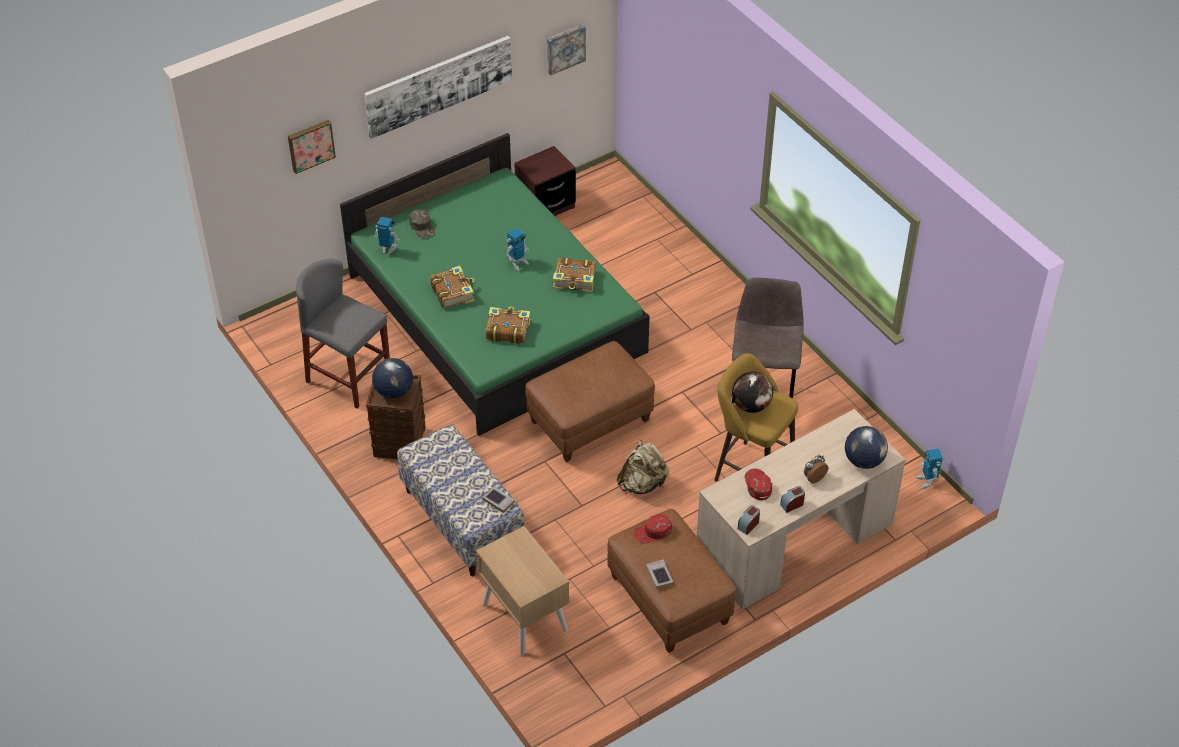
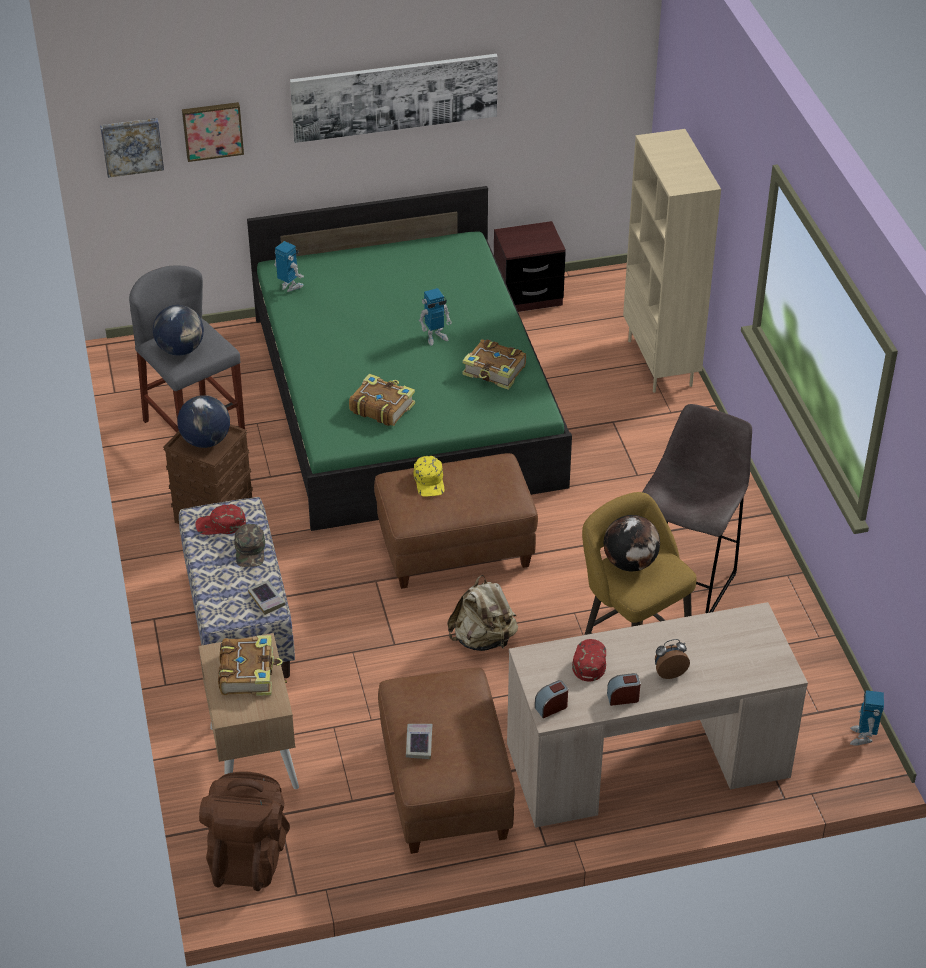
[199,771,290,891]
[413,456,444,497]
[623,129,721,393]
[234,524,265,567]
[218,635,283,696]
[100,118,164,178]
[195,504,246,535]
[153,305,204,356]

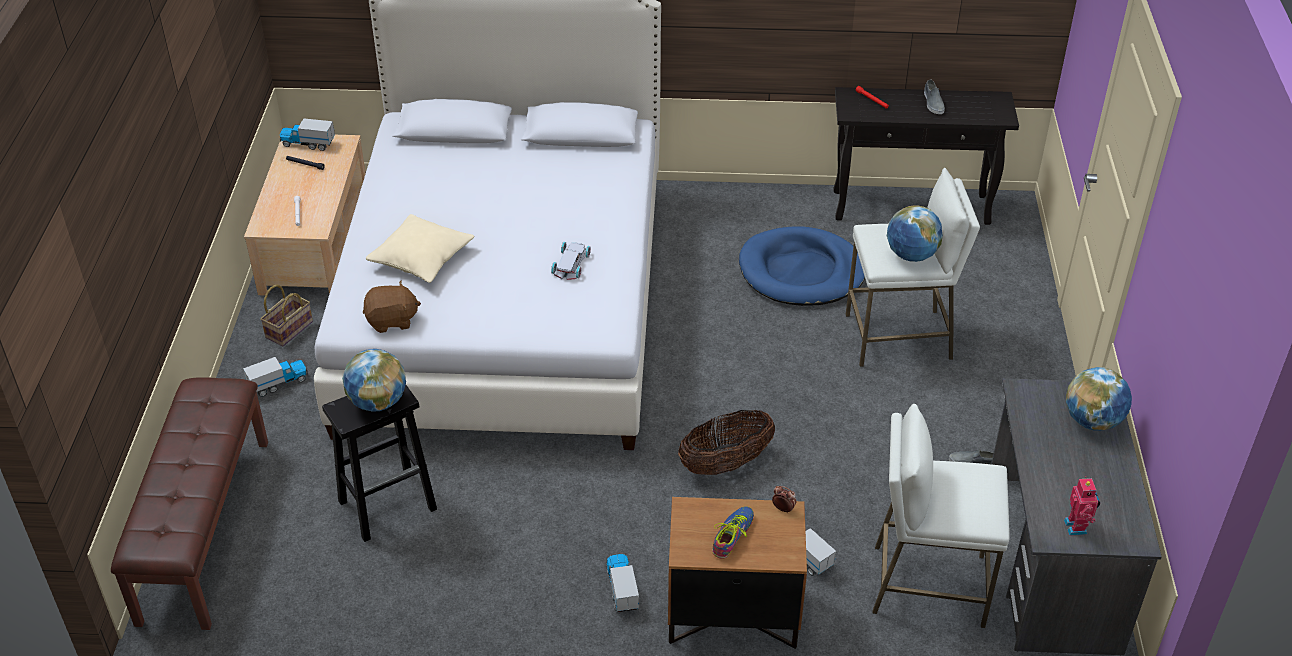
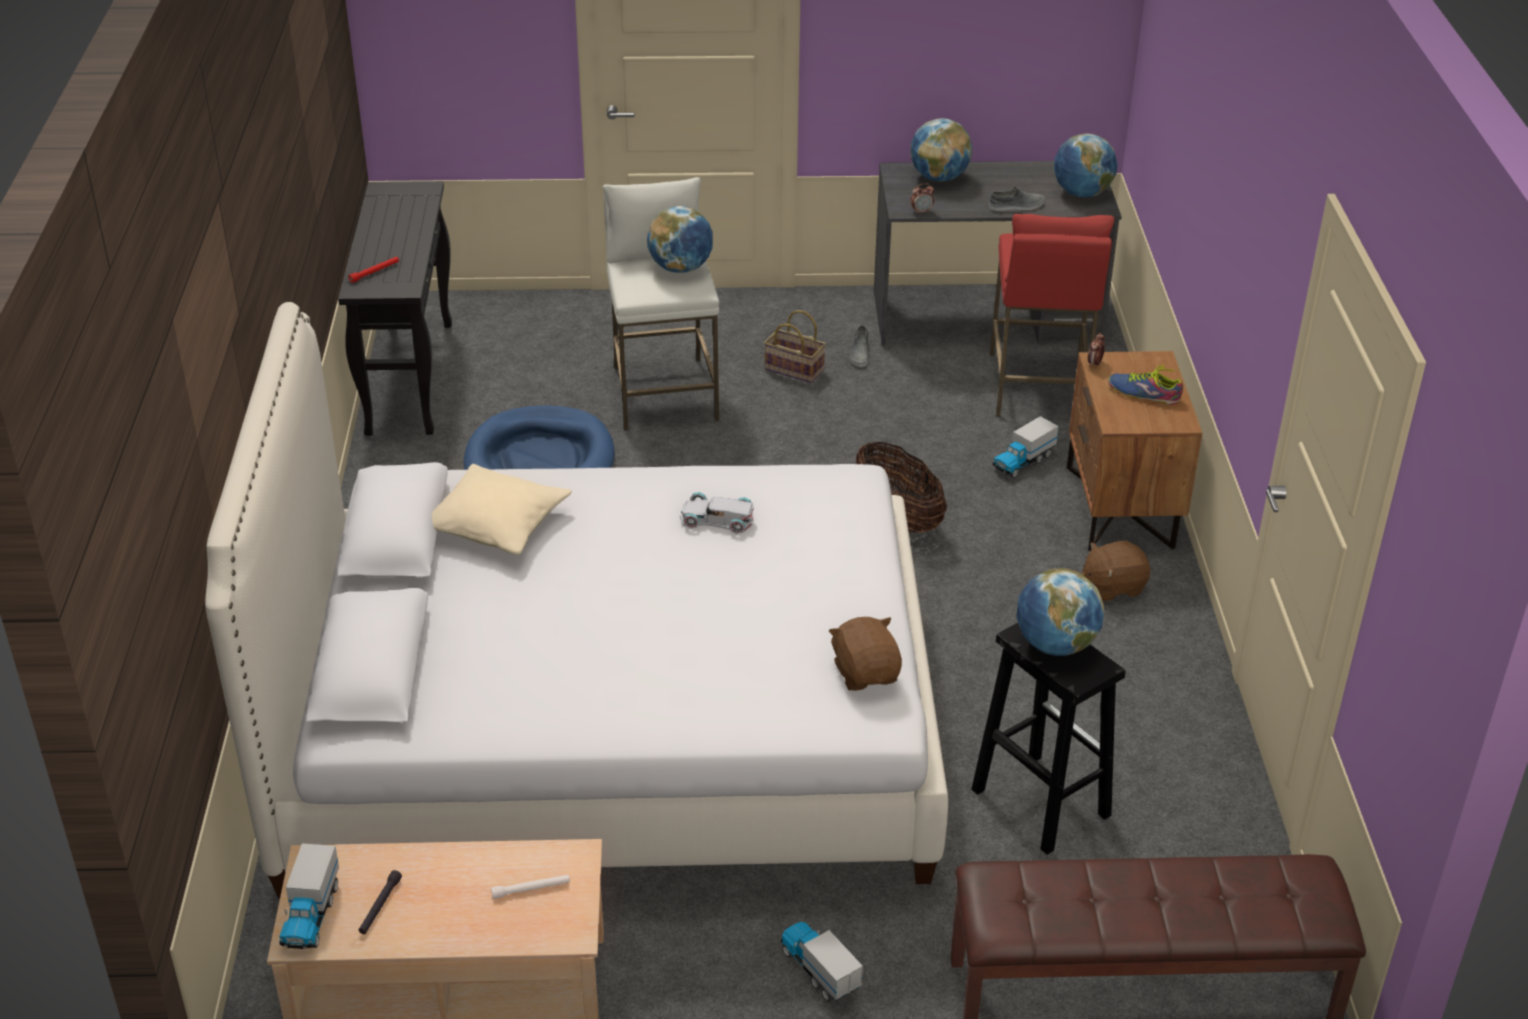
[910,183,934,214]
[764,310,826,383]
[432,464,572,555]
[989,187,1045,211]
[1082,540,1151,601]
[1054,133,1118,197]
[990,214,1114,416]

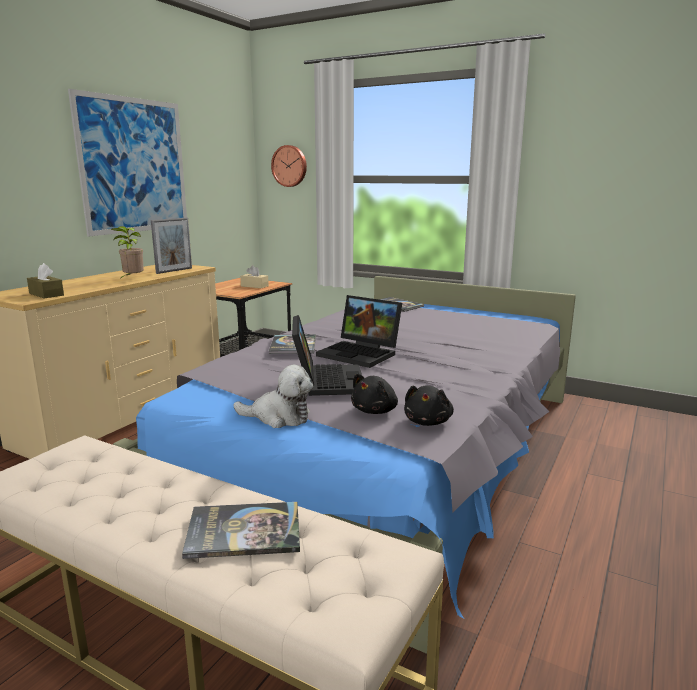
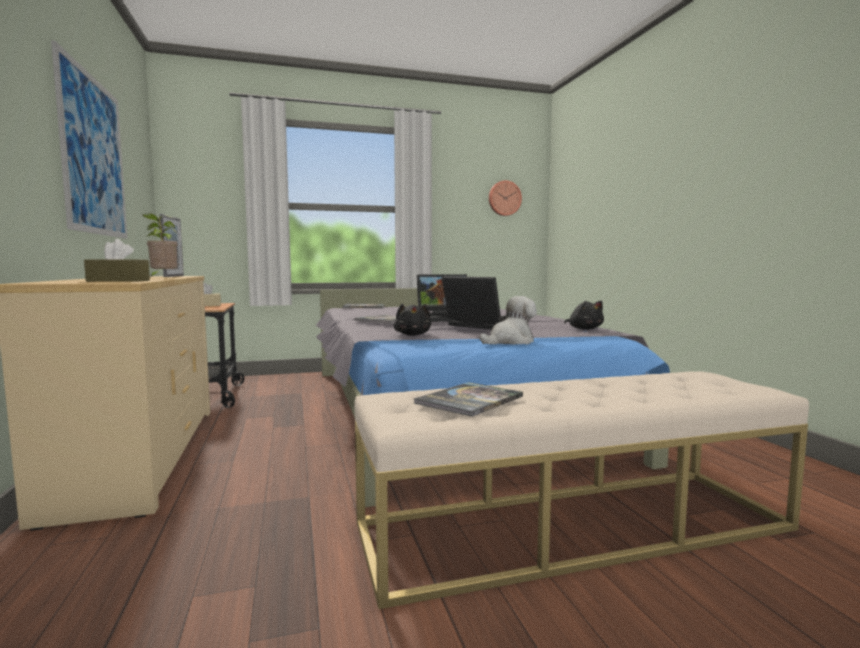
[414,382,523,417]
[489,180,522,216]
[394,303,431,336]

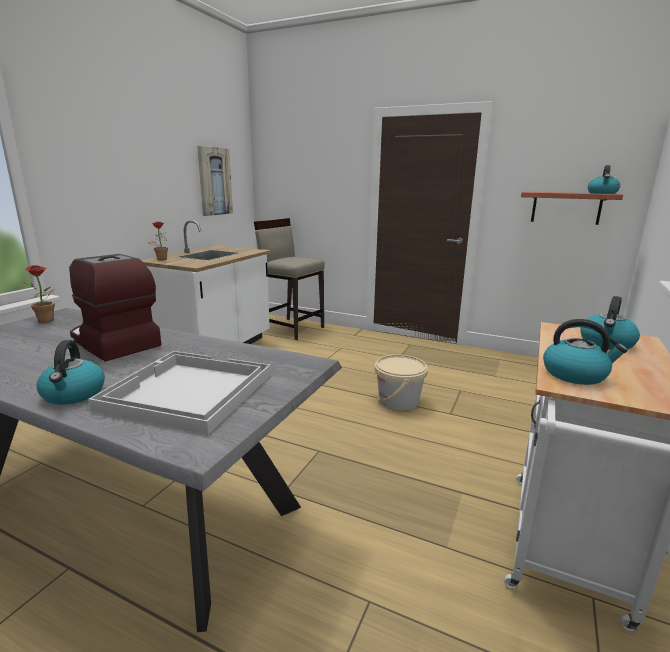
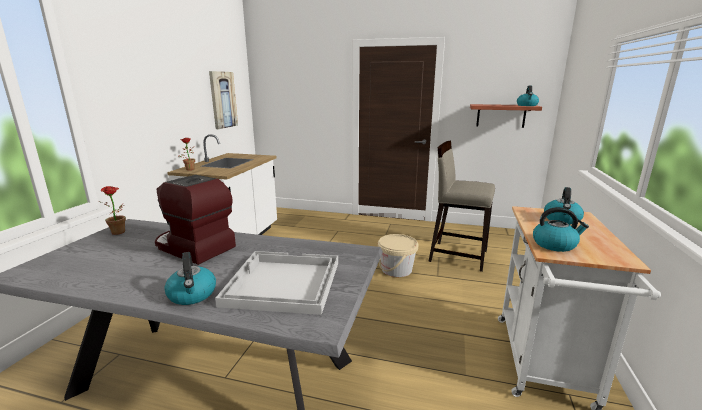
[428,141,495,272]

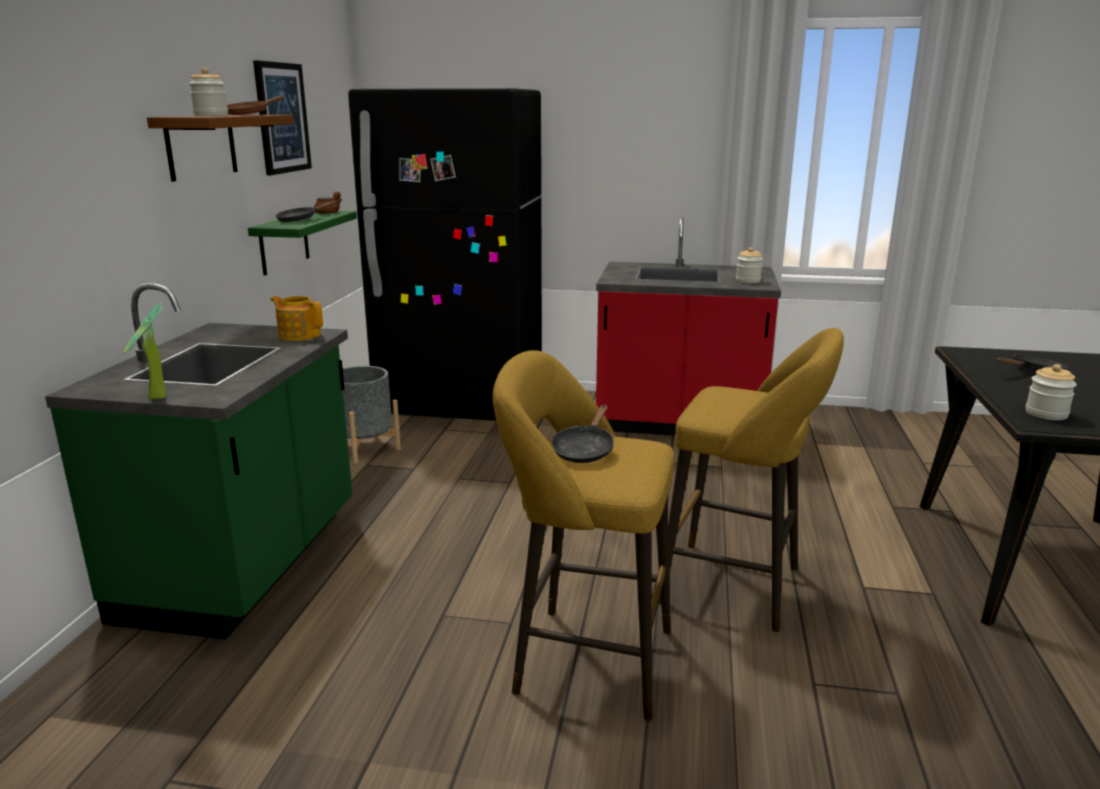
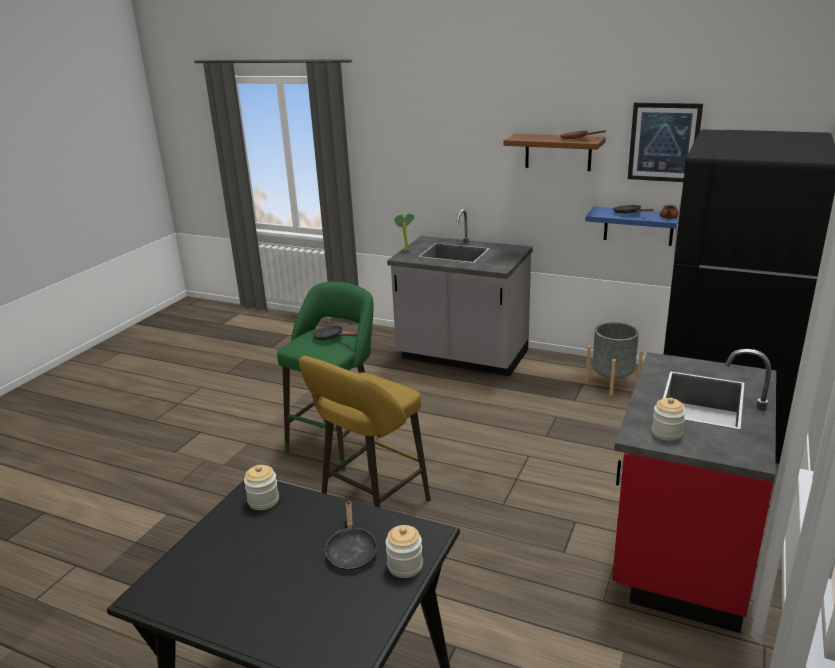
[271,296,323,341] (first image)
[386,525,423,578]
[387,209,533,376]
[585,207,679,246]
[277,282,380,471]

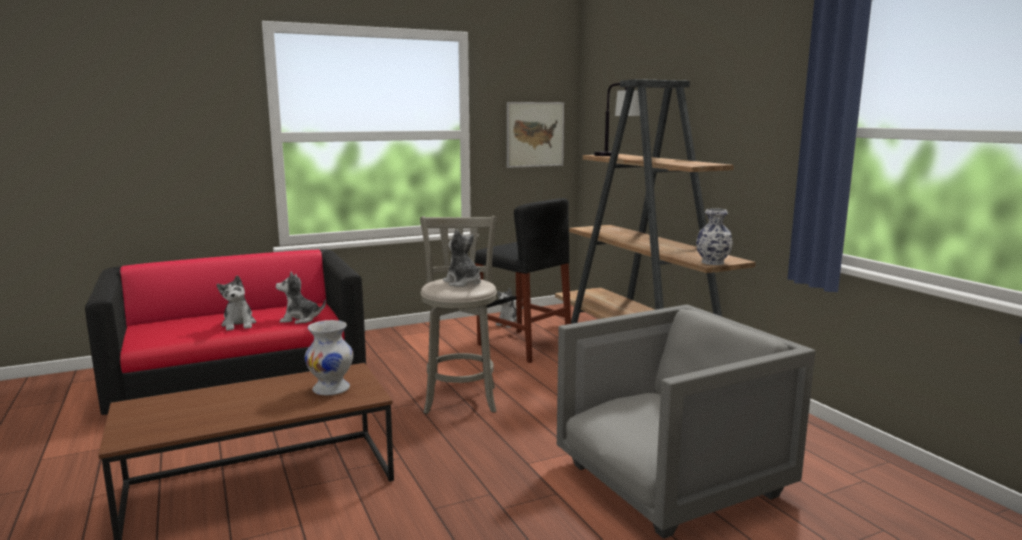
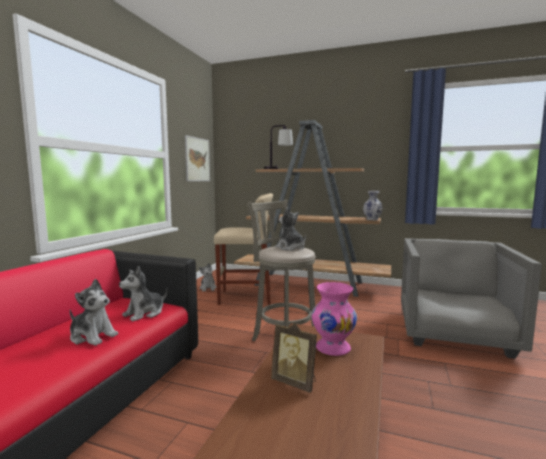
[271,323,317,393]
[312,282,357,356]
[214,193,273,305]
[275,208,306,251]

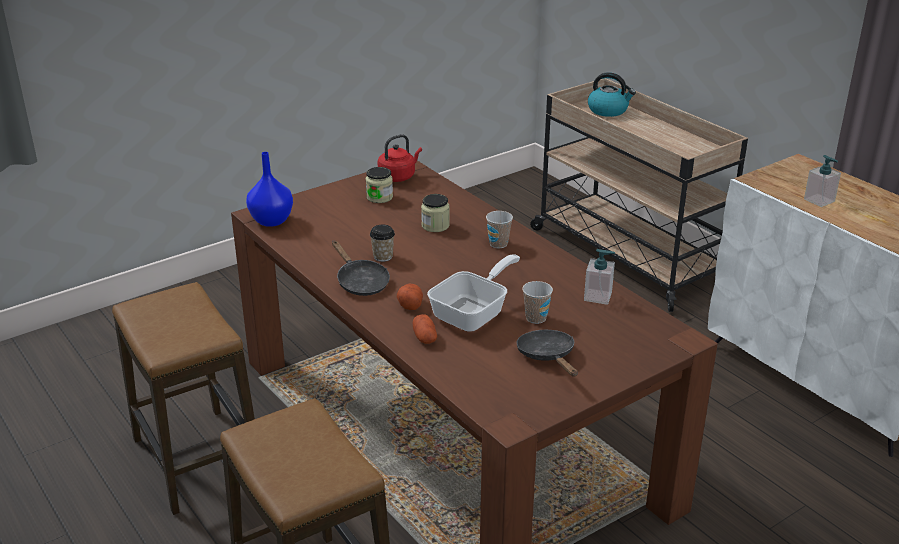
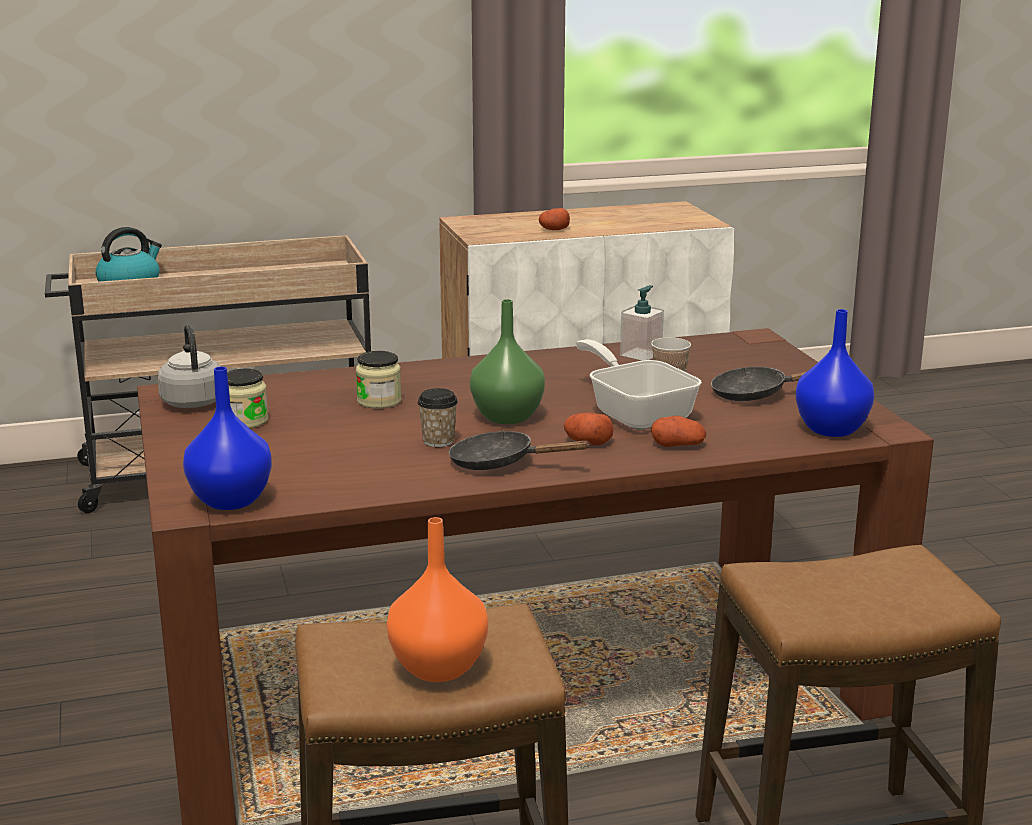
[486,211,513,248] (first image)
[387,517,488,682]
[470,299,545,424]
[796,309,874,437]
[539,208,570,230]
[157,324,221,408]
[449,431,591,470]

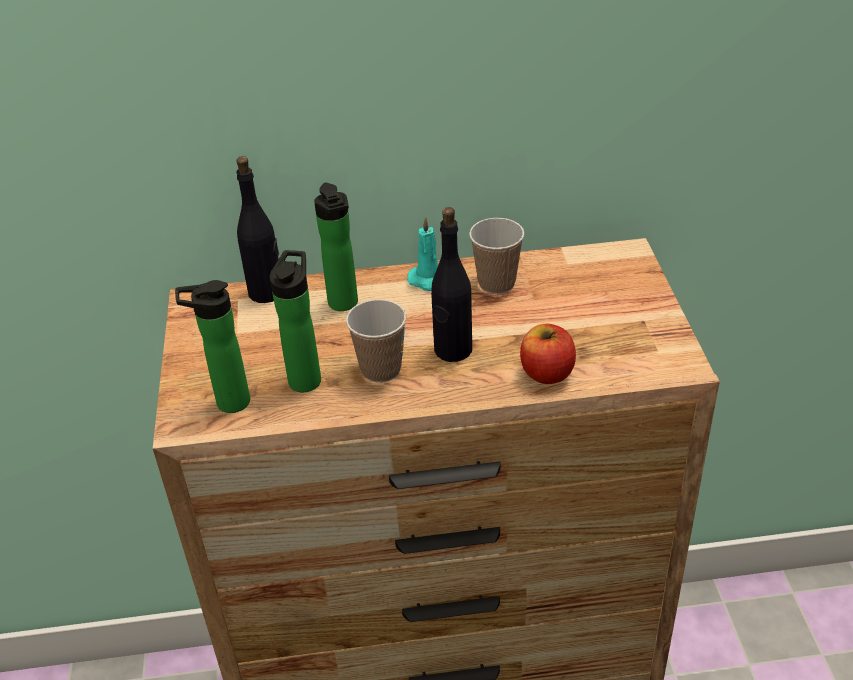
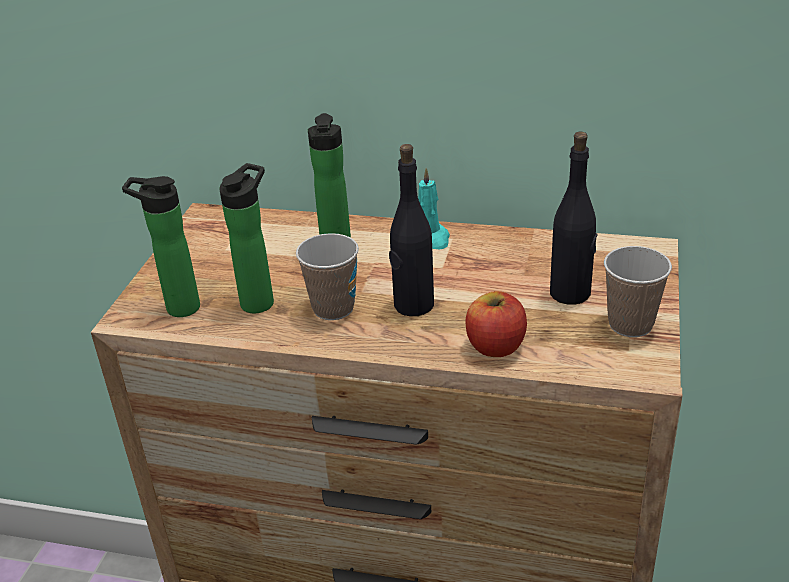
[550,132,597,305]
[604,246,672,337]

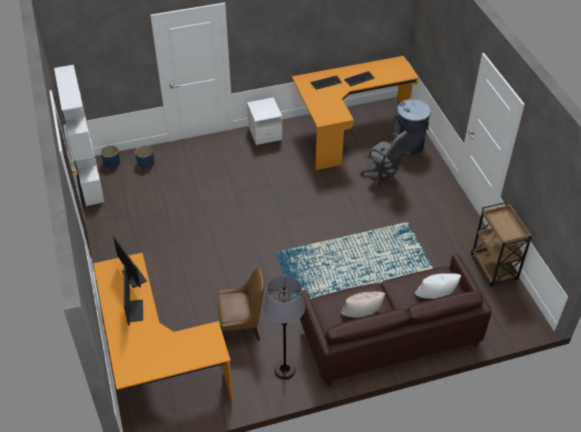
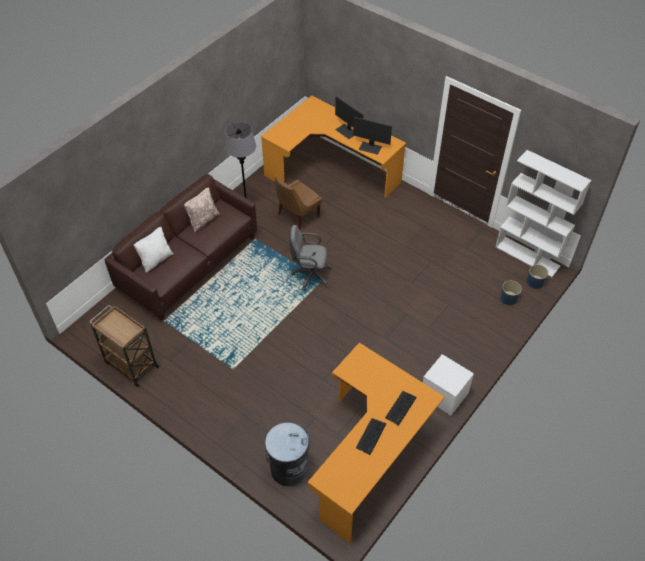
[289,225,332,291]

